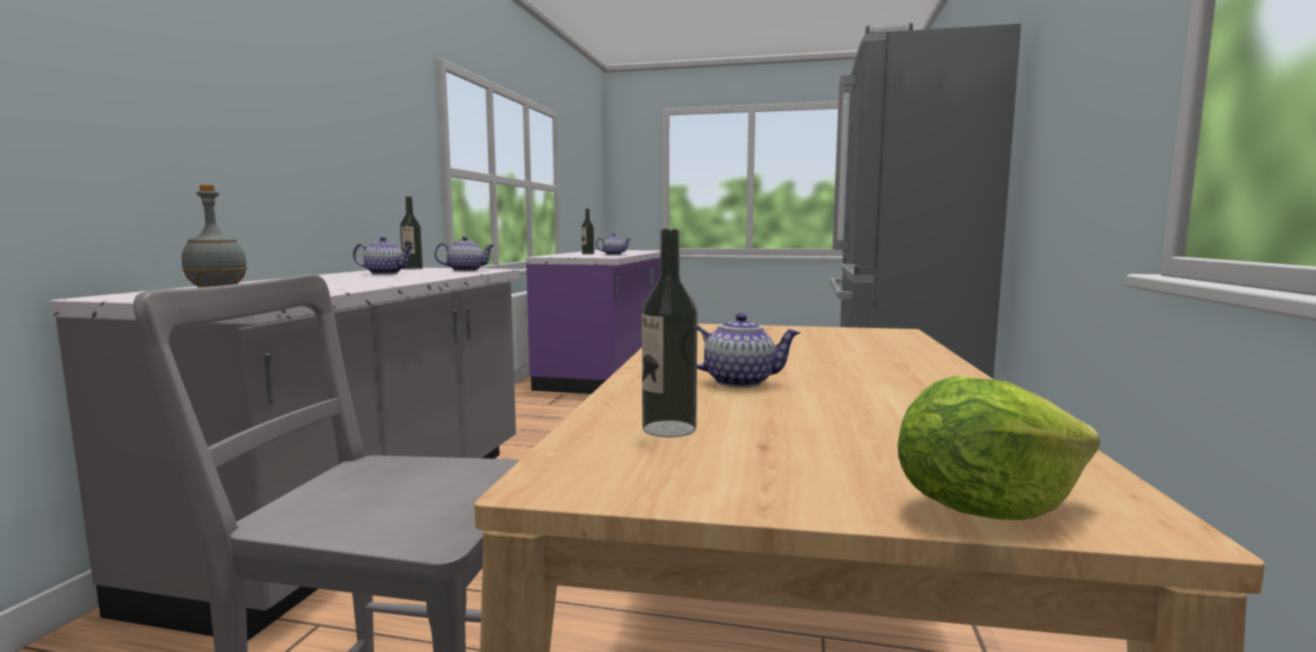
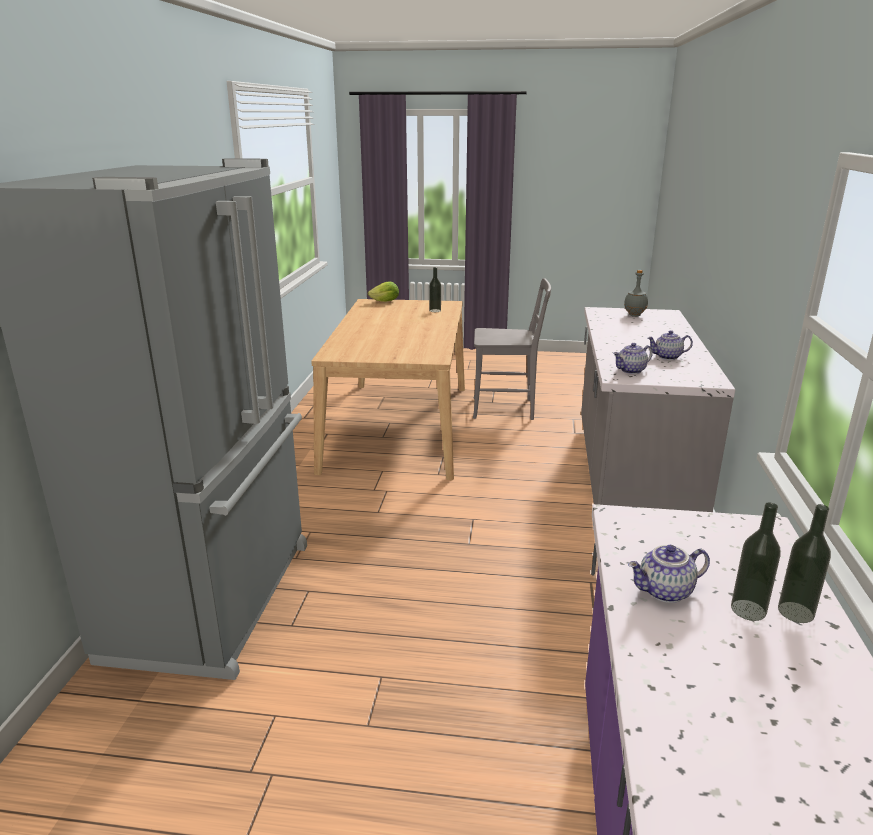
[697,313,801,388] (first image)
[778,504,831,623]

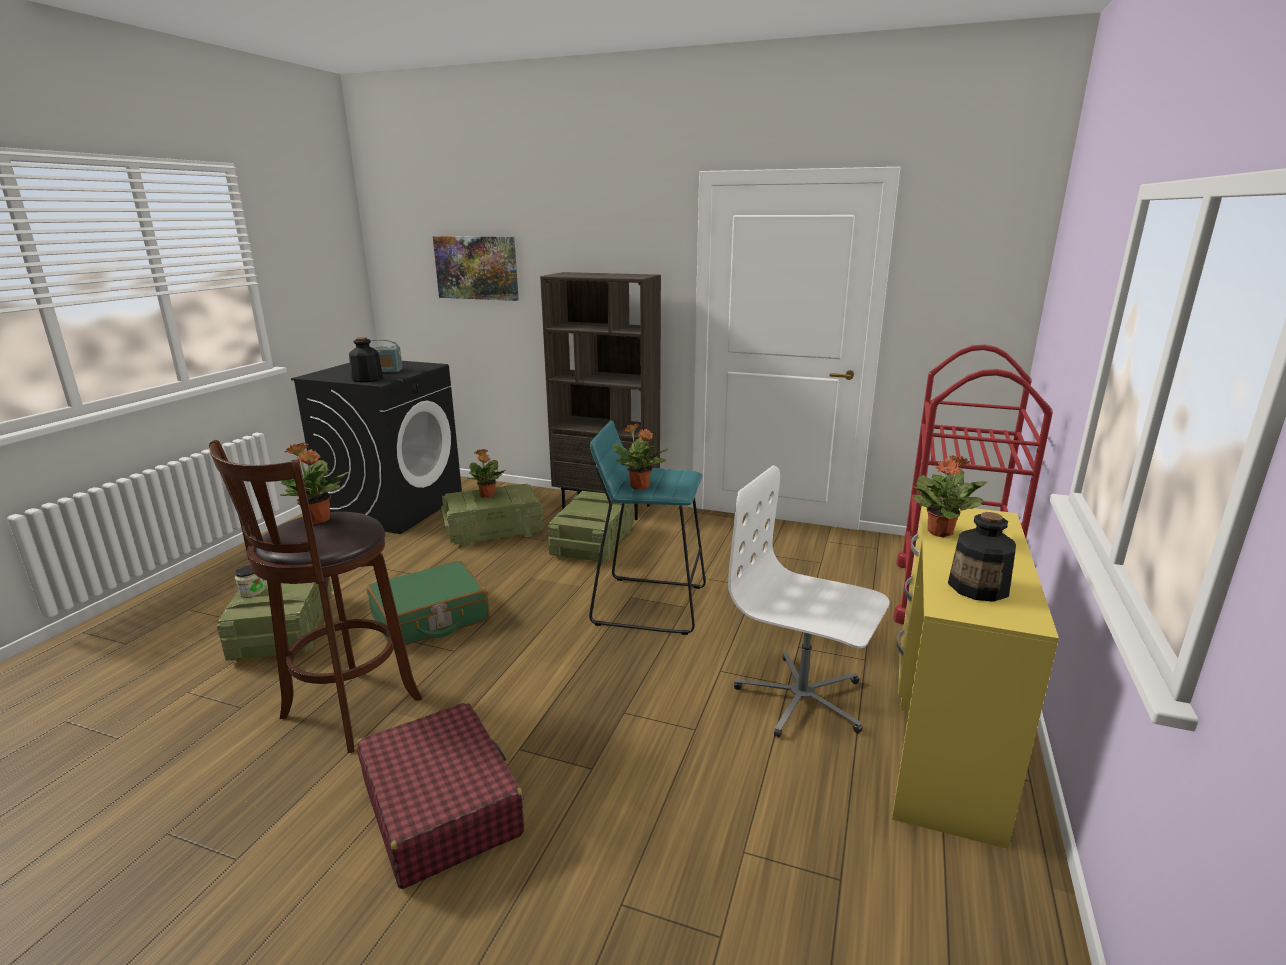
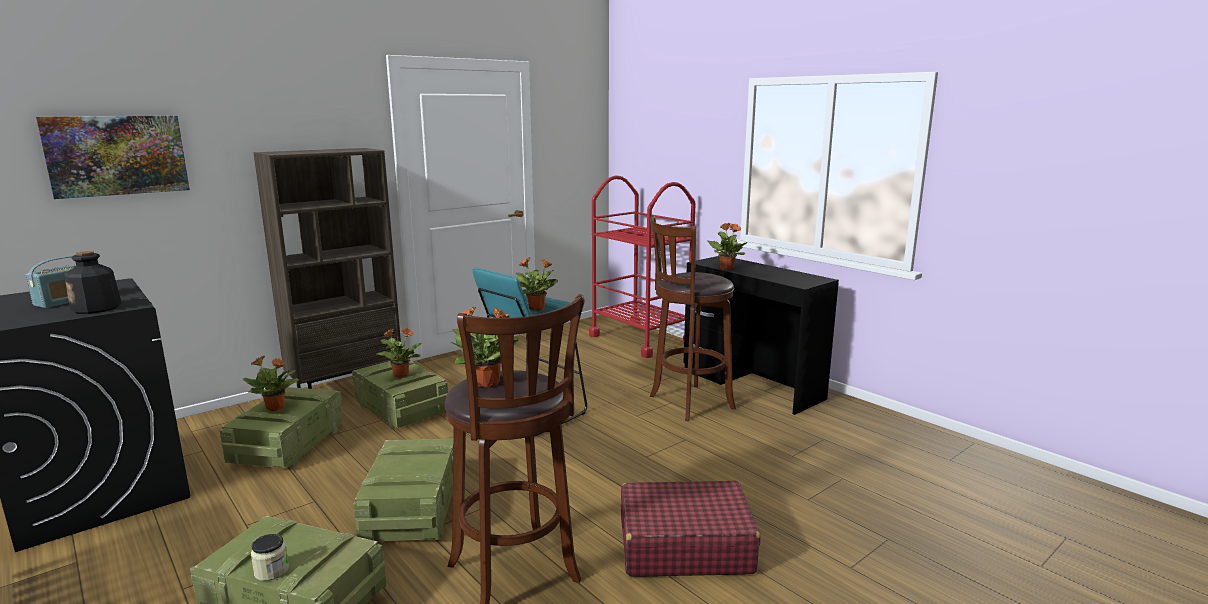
[948,512,1016,602] (first image)
[377,328,422,378]
[353,439,453,541]
[650,215,736,421]
[683,256,839,415]

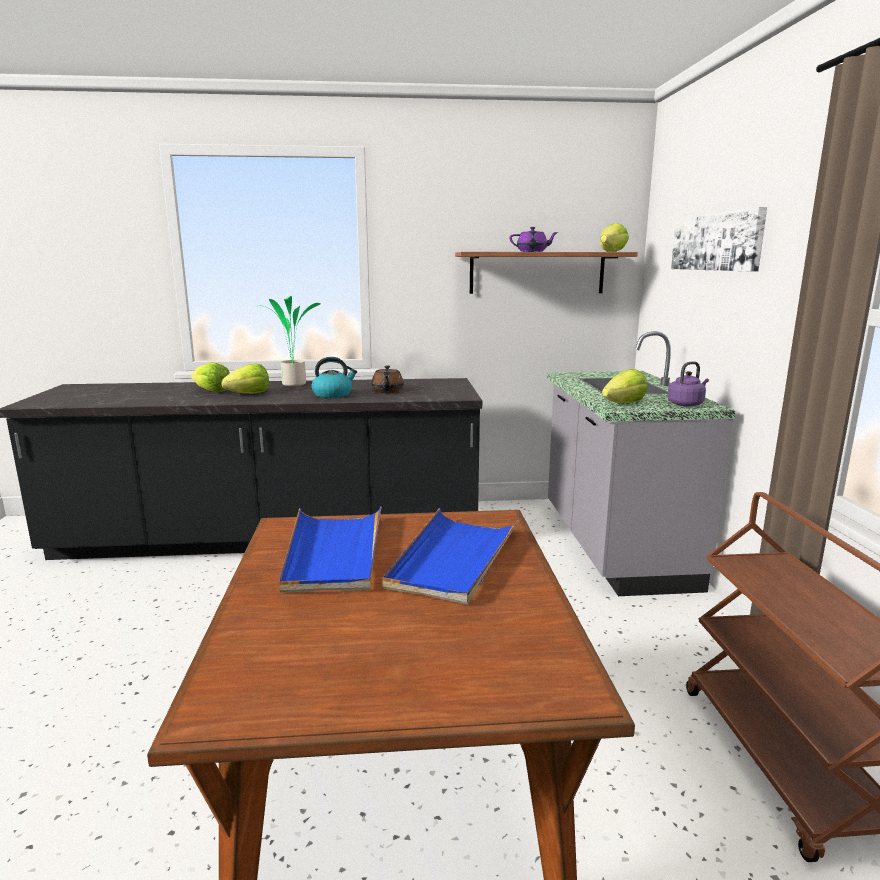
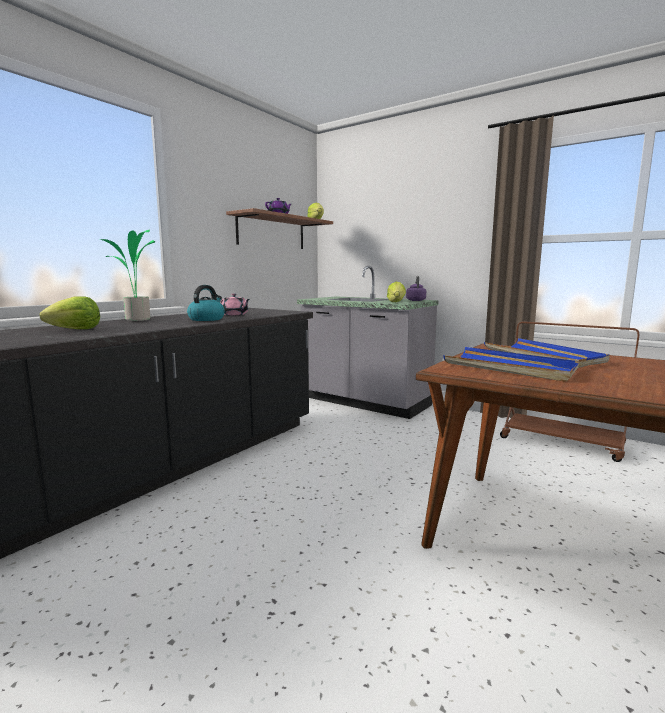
[221,364,269,394] (first image)
[671,207,767,271] (first image)
[221,293,250,315]

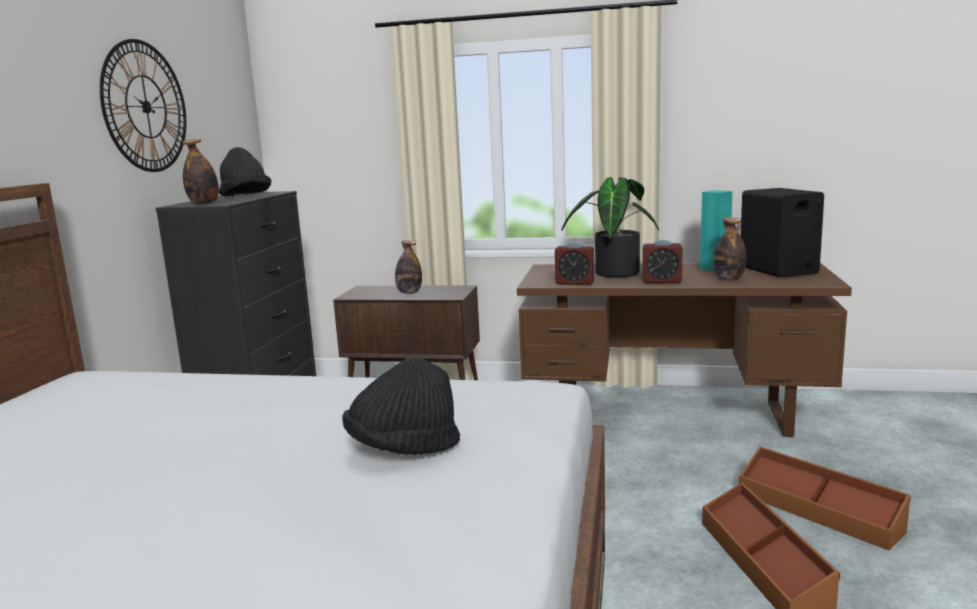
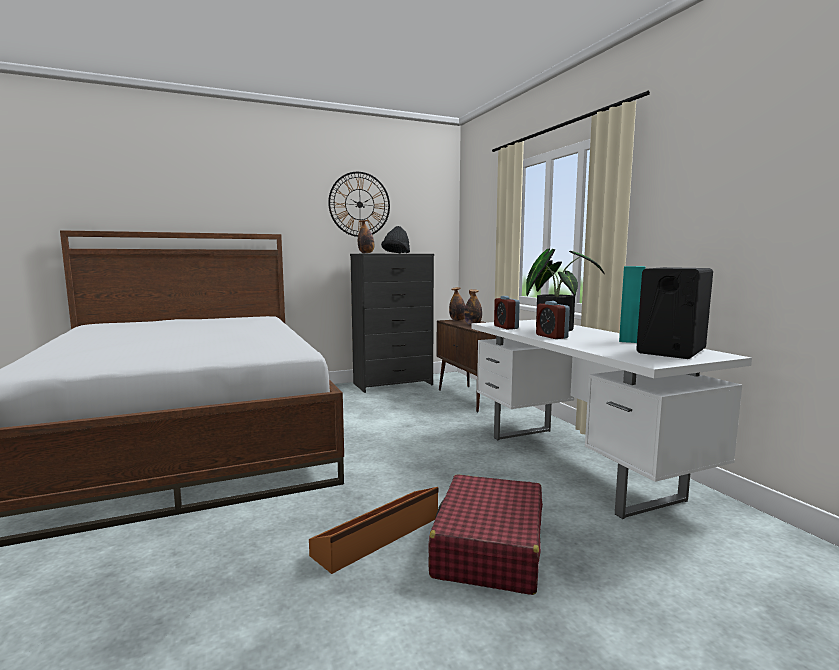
[342,357,460,455] (first image)
[449,287,465,321]
[429,474,543,595]
[472,320,752,519]

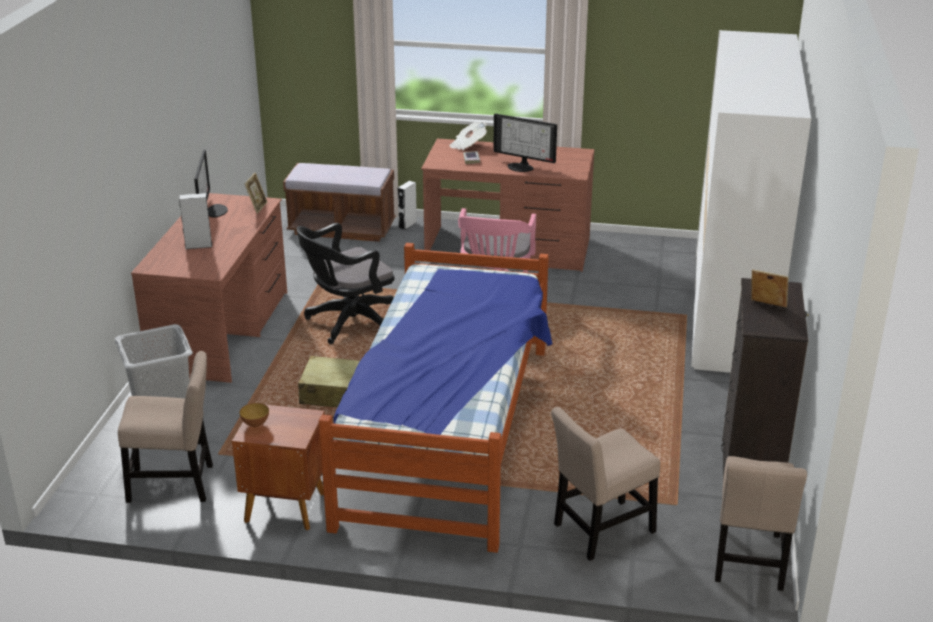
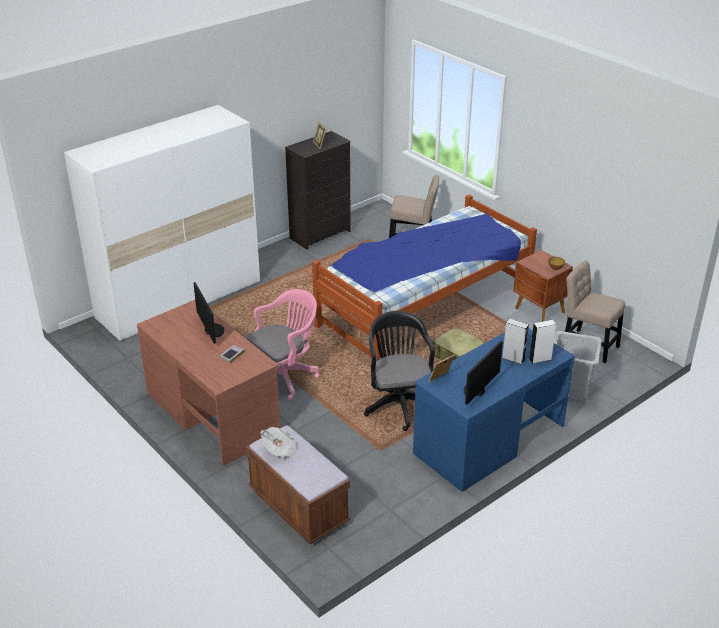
[715,456,807,591] (first image)
[529,320,556,364]
[260,427,297,458]
[413,328,575,492]
[364,311,435,431]

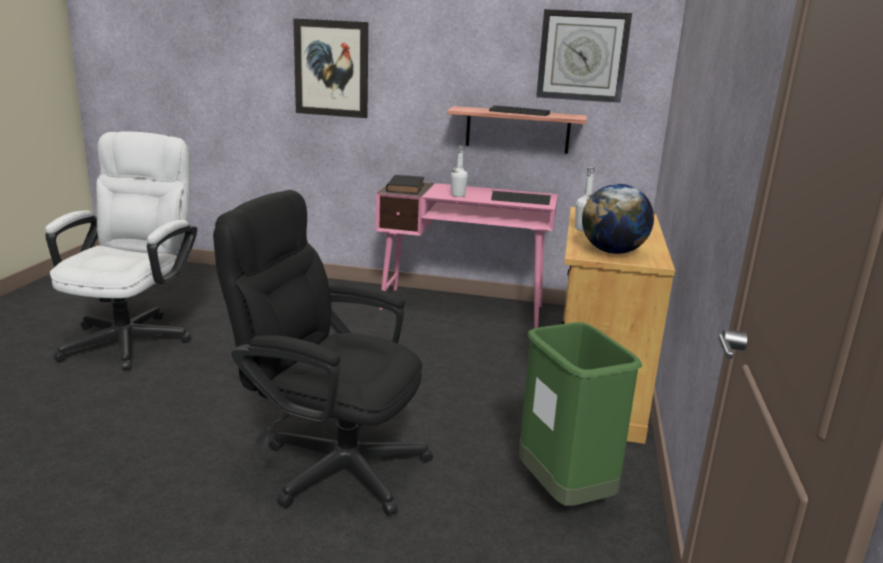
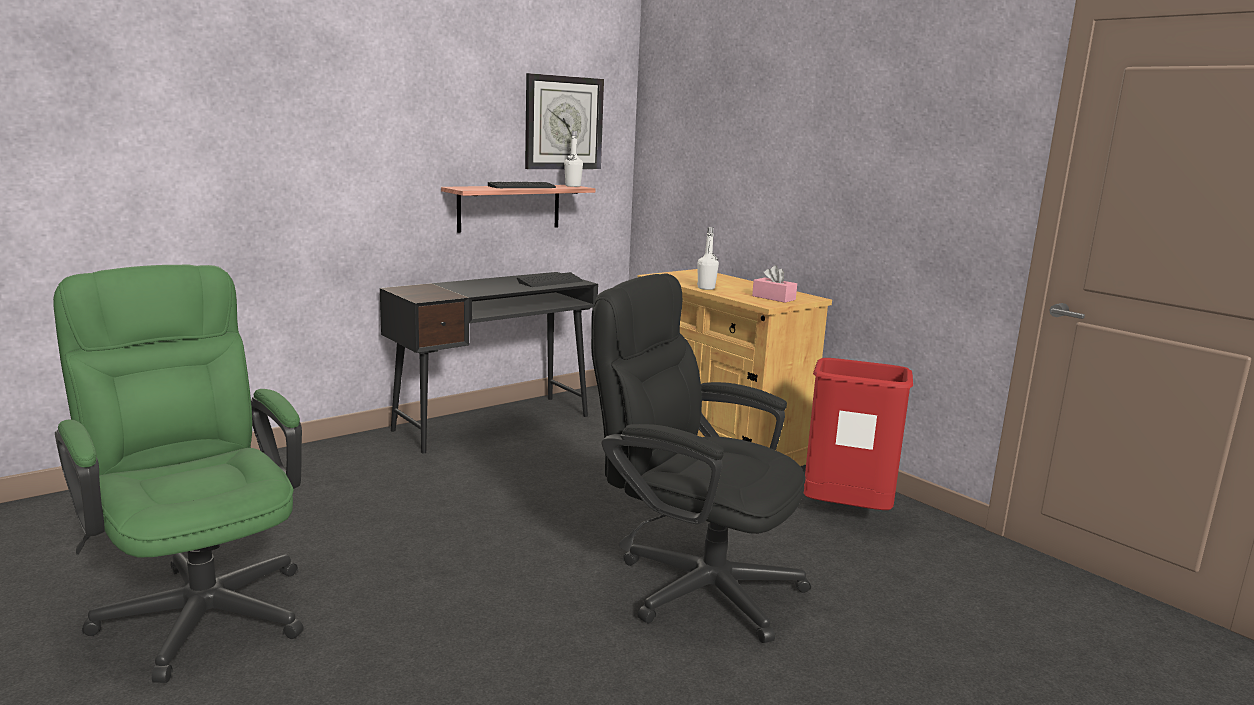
[293,18,368,118] (first image)
[386,175,424,194] (first image)
[564,131,583,187]
[752,265,797,303]
[53,265,304,683]
[380,272,598,454]
[804,358,913,510]
[591,273,811,643]

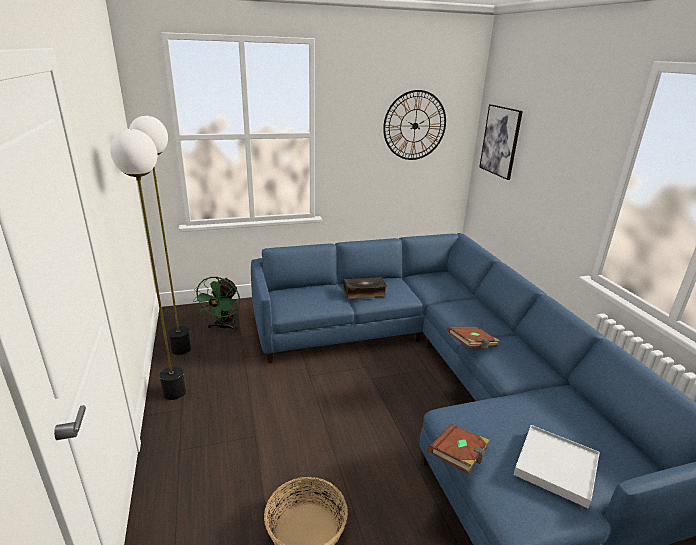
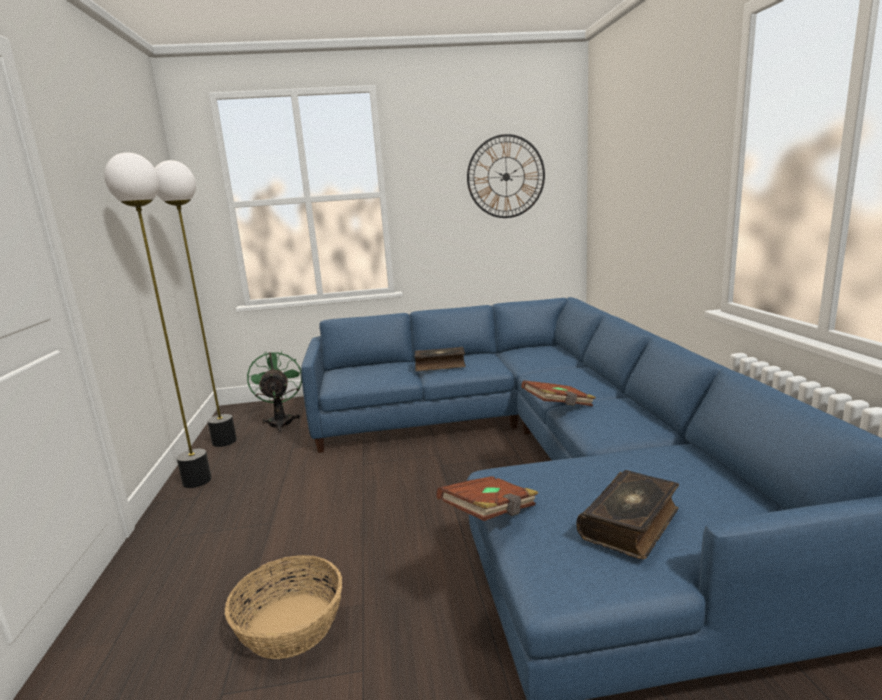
[479,104,523,180] (first image)
[576,470,679,559]
[247,351,302,433]

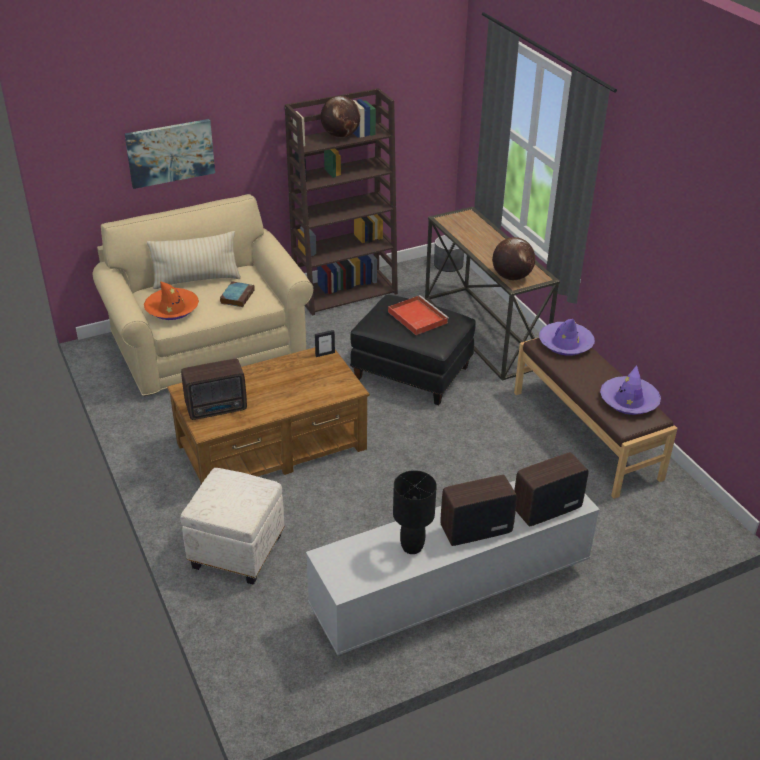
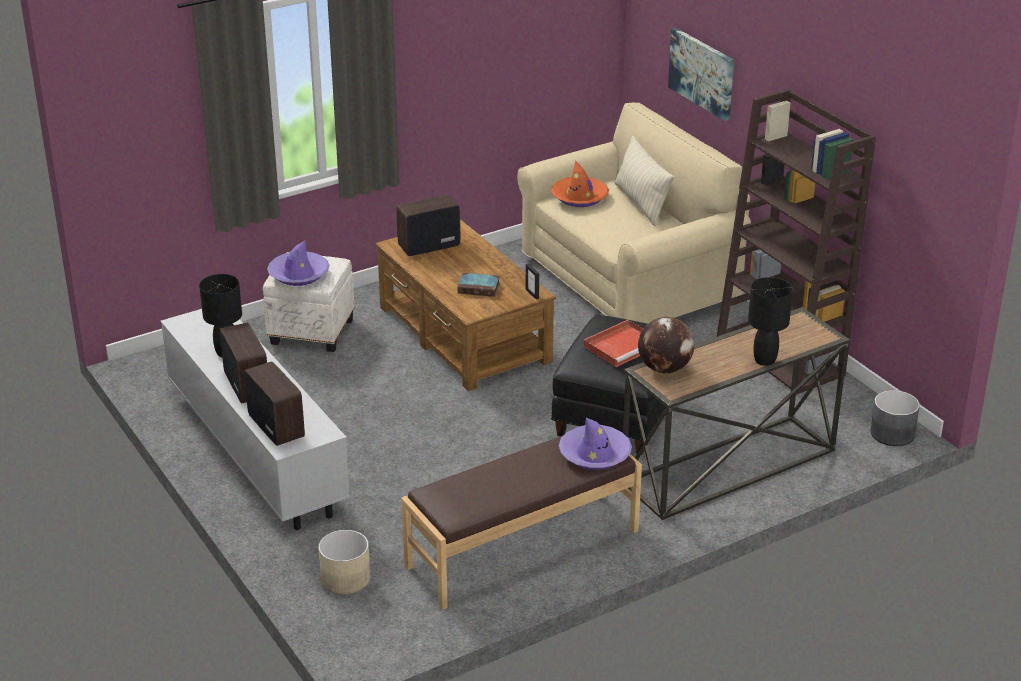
[321,96,360,138] (first image)
[318,530,370,594]
[748,277,793,366]
[457,273,500,297]
[267,241,330,286]
[397,195,460,256]

